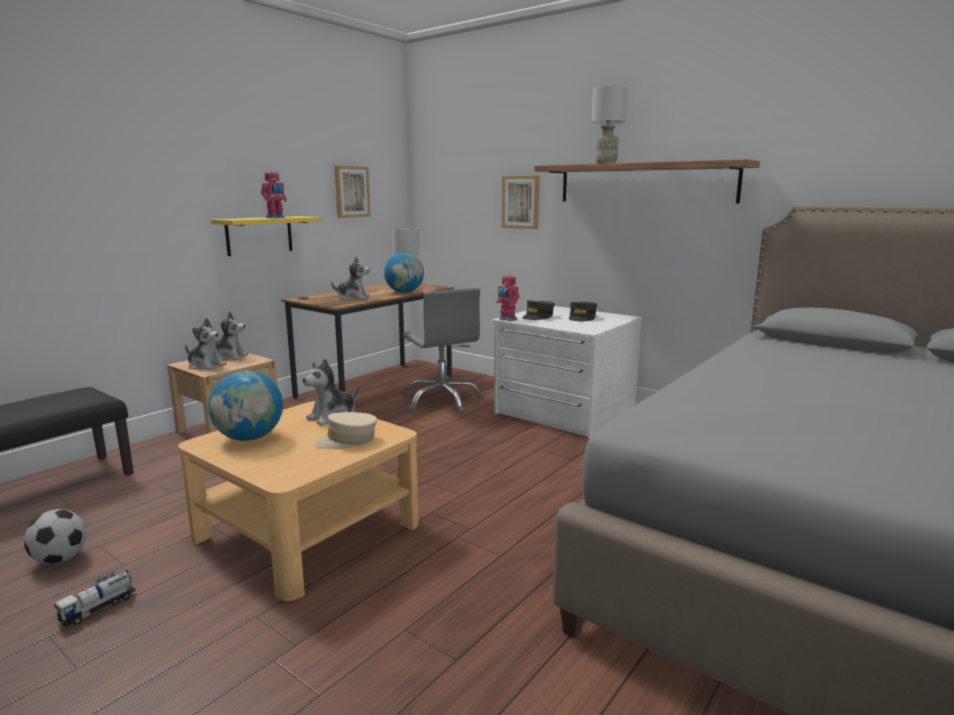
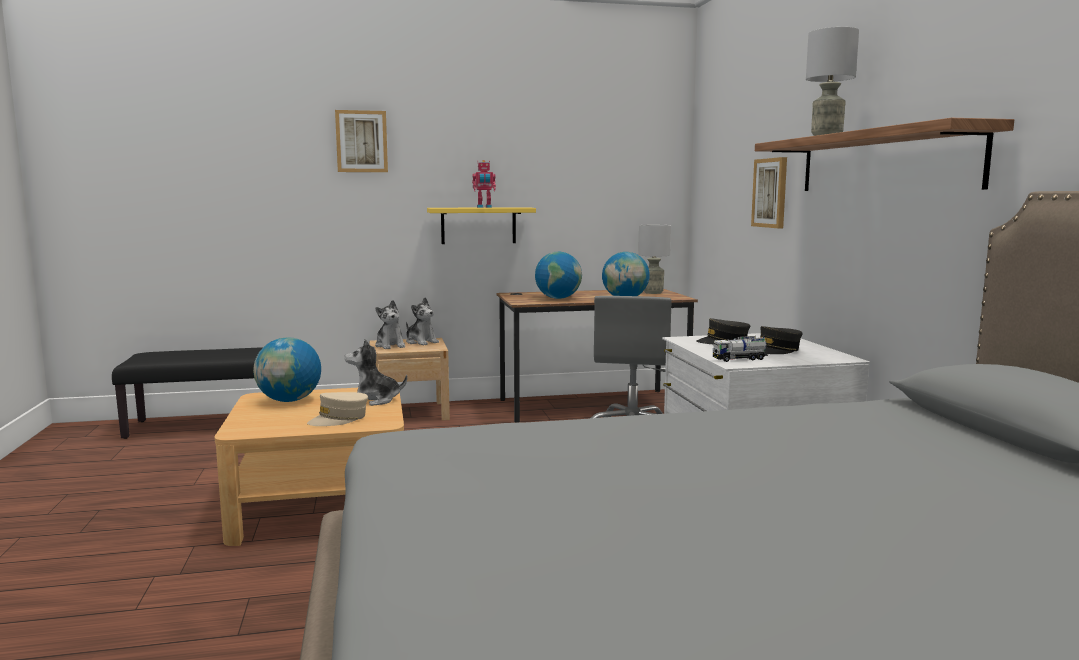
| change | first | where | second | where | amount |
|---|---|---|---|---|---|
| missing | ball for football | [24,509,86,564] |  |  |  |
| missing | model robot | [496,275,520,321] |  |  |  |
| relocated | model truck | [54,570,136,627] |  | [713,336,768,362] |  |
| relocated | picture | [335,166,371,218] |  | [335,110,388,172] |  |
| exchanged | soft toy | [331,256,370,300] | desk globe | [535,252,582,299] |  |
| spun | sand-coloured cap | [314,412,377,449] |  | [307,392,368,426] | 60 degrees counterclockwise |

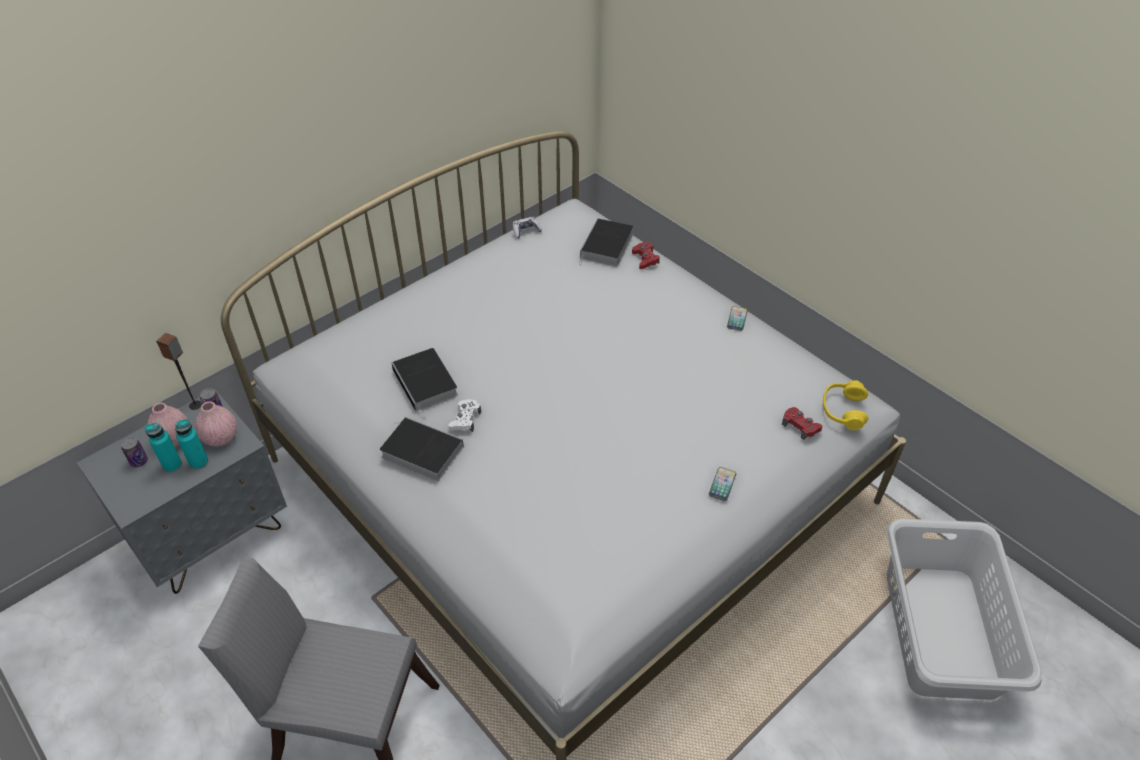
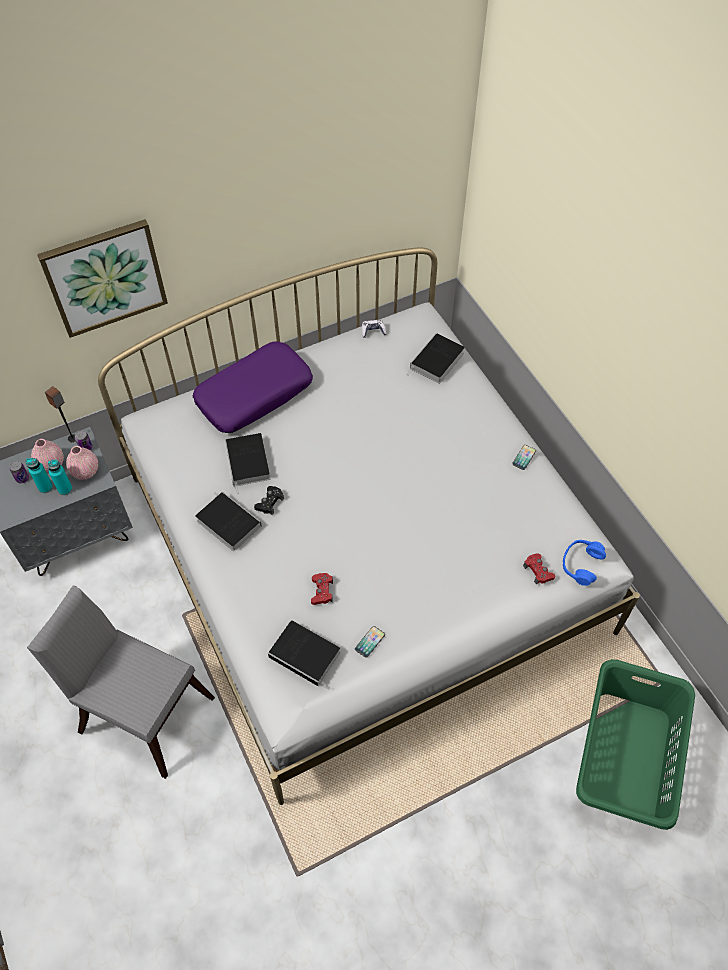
| change | first | where | second | where | amount |
|---|---|---|---|---|---|
| appeared |  |  | picture | [37,219,168,338] |  |
| appeared |  |  | purplish throw pillow | [193,341,313,433] |  |
| appeared |  |  | volume | [268,620,340,690] |  |
| relocated | reddish gamepad | [632,242,660,269] |  | [311,573,333,605] |  |
| relocated | phone | [709,467,736,501] |  | [355,626,385,658] |  |
| colour | white gamepad | [448,399,481,432] | black gamepad | [254,486,284,515] |  |
| colour | yellow-coloured headset | [823,380,869,430] | bluish headset | [563,540,606,586] |  |
| colour | greyish laundry basket | [887,519,1042,700] | green-coloured laundry basket | [576,659,695,830] |  |

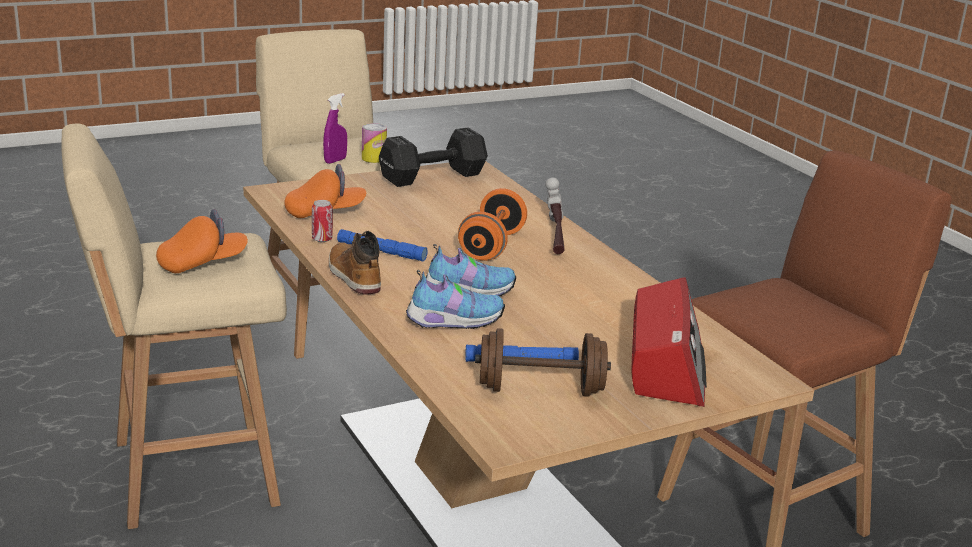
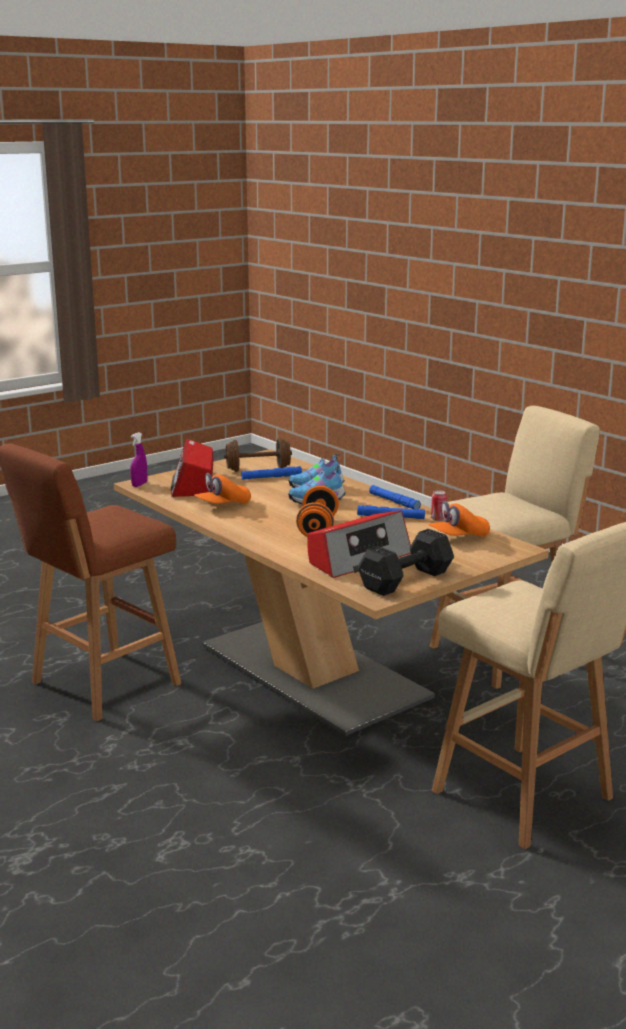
| change | first | where | second | where | amount |
|---|---|---|---|---|---|
| missing | can | [362,123,387,163] |  |  |  |
| missing | hand hammer | [545,178,565,254] |  |  |  |
| appeared |  |  | radio set | [307,511,411,578] |  |
| relocated | orange-coloured cap | [156,209,248,273] |  | [194,473,251,504] |  |
| relocated | purplish sprayer | [323,93,347,164] |  | [130,432,147,487] |  |
| exchanged | high-top boot | [329,231,381,295] | bluish hand torch | [369,485,421,510] |  |

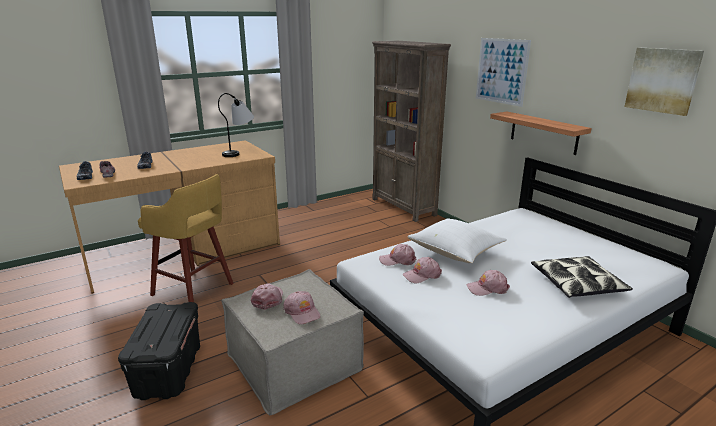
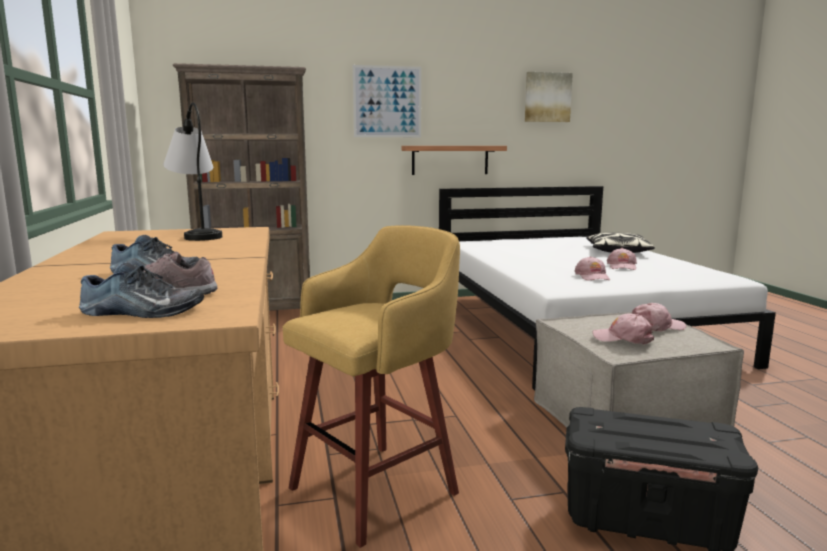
| change | first | where | second | where | amount |
|---|---|---|---|---|---|
| missing | pinkish cap | [379,244,416,266] |  |  |  |
| missing | white throw pillow | [408,218,507,263] |  |  |  |

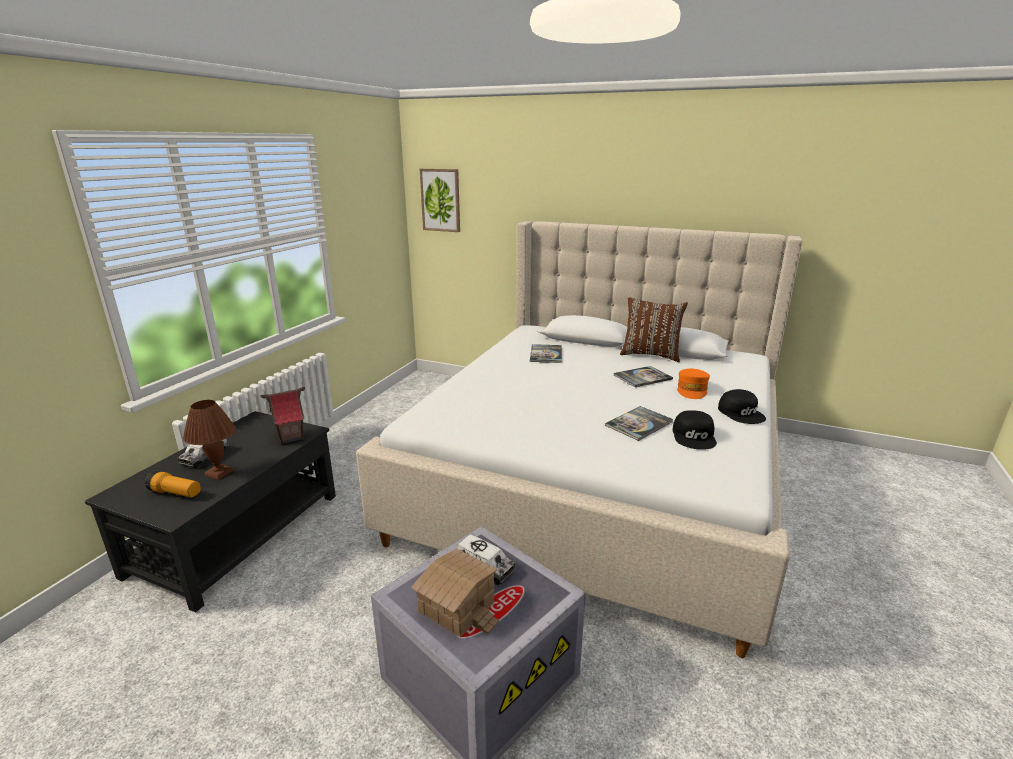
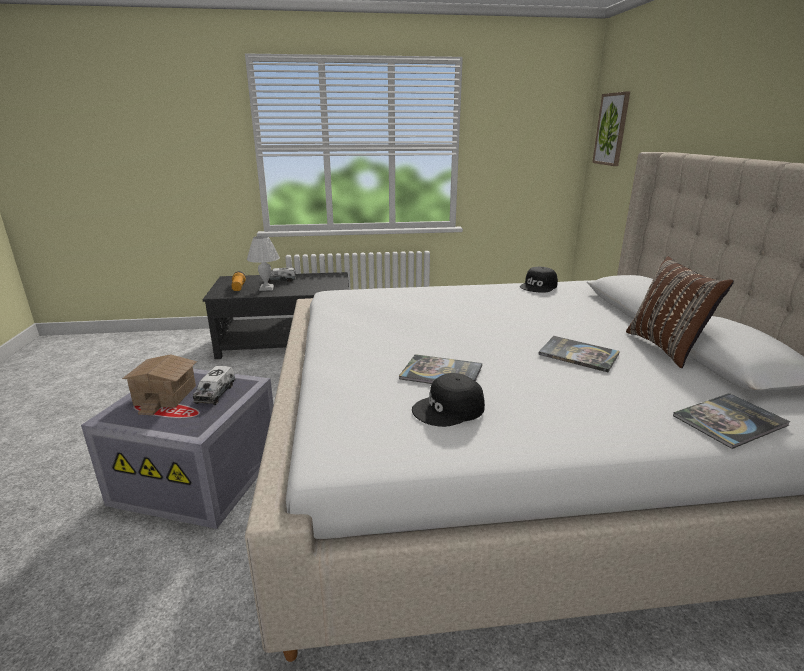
| change | first | where | second | where | amount |
|---|---|---|---|---|---|
| missing | model house | [260,387,305,444] |  |  |  |
| missing | orange-coloured cap | [677,369,710,399] |  |  |  |
| relocated | volume | [530,344,562,363] |  | [673,393,790,449] |  |
| relocated | black cap | [718,389,766,424] |  | [520,267,558,293] |  |
| colour | brown-coloured table lamp | [183,400,236,480] | white table lamp | [247,236,280,291] |  |

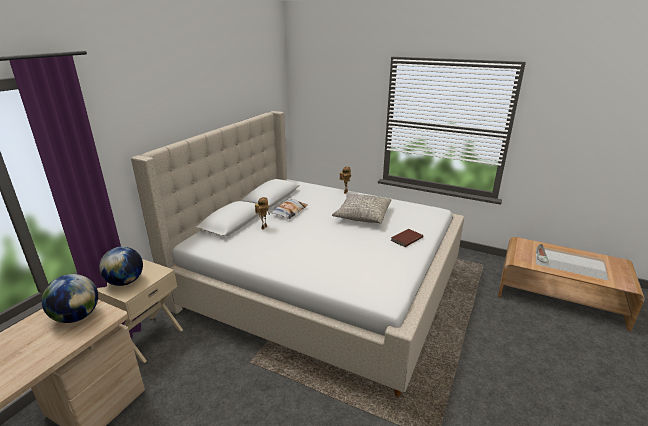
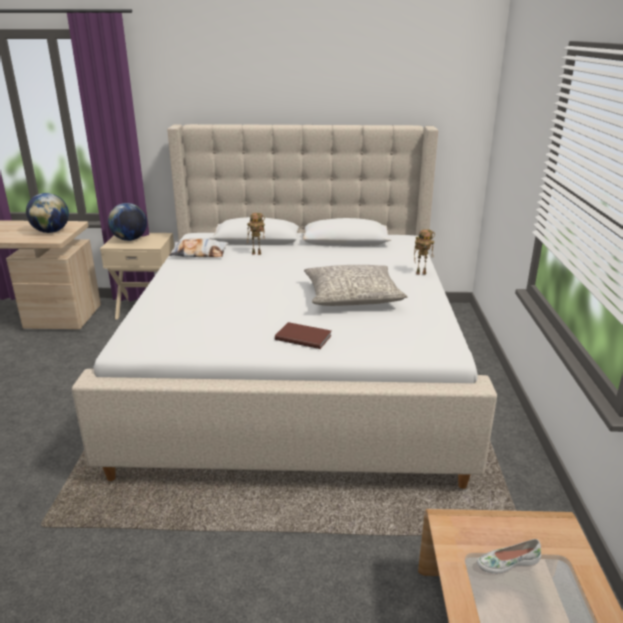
| change | first | where | second | where | amount |
|---|---|---|---|---|---|
| relocated | throw pillow | [270,199,308,219] |  | [169,239,229,257] |  |

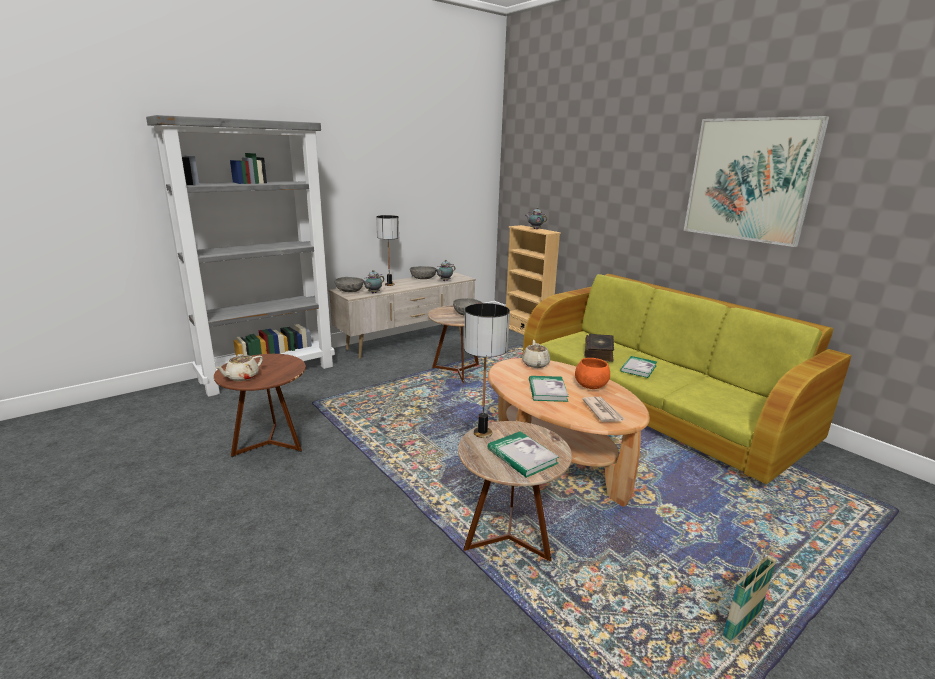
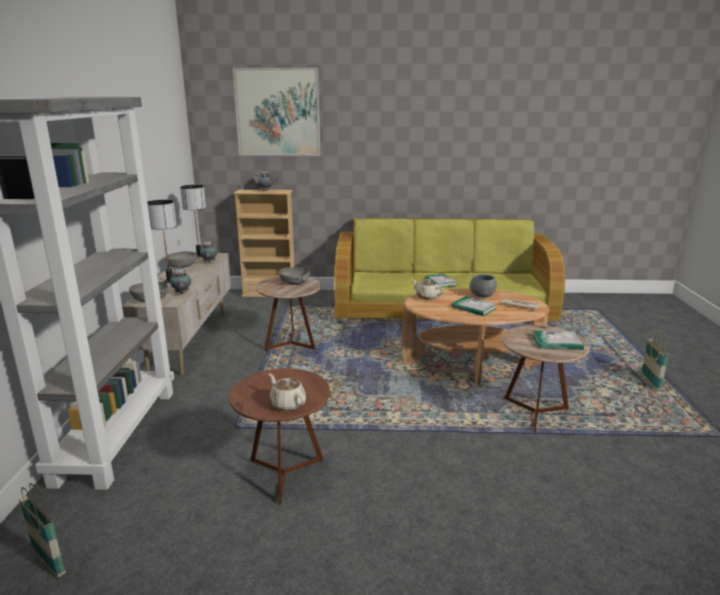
| change | first | where | second | where | amount |
|---|---|---|---|---|---|
| missing | volume | [584,334,614,362] |  |  |  |
| appeared |  |  | storage basket | [19,483,66,578] |  |
| relocated | table lamp | [464,303,510,438] |  | [180,185,206,257] |  |
| relocated | picture | [684,116,830,247] |  | [233,68,320,156] |  |
| colour | orange-coloured serving bowl | [575,358,610,389] | greyish serving bowl | [470,274,497,298] |  |
| spun | sand-coloured pot for tea | [215,354,263,381] |  | [269,374,306,411] | 150 degrees clockwise |

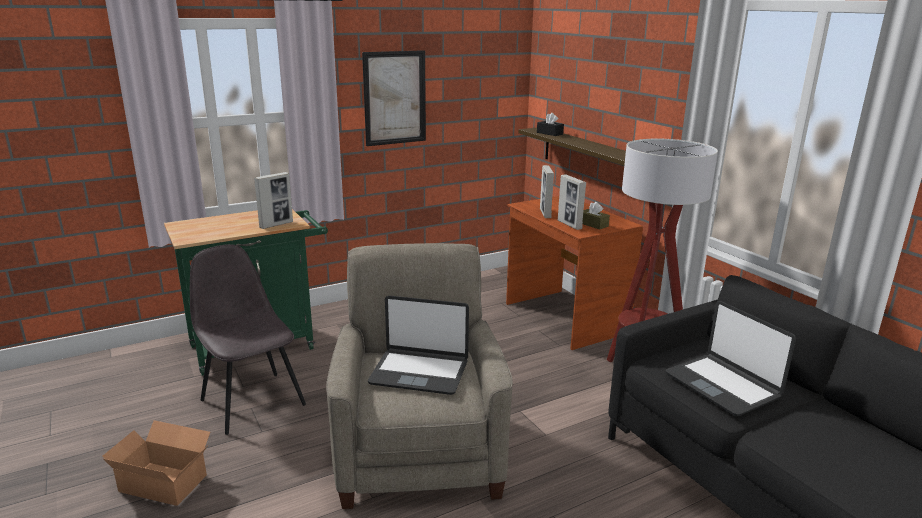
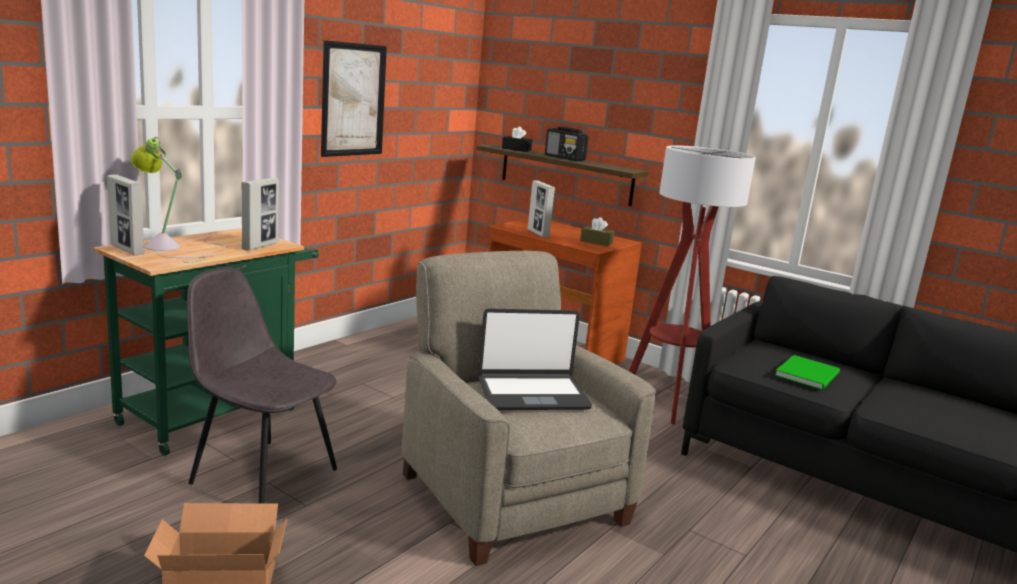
| change | first | where | second | where | amount |
|---|---|---|---|---|---|
| appeared |  |  | table lamp | [130,137,227,263] |  |
| appeared |  |  | radio set | [545,126,589,161] |  |
| relocated | photo frame | [558,174,586,230] |  | [107,175,145,255] |  |
| exchanged | laptop | [665,301,796,416] | green-coloured volume | [775,355,840,390] |  |

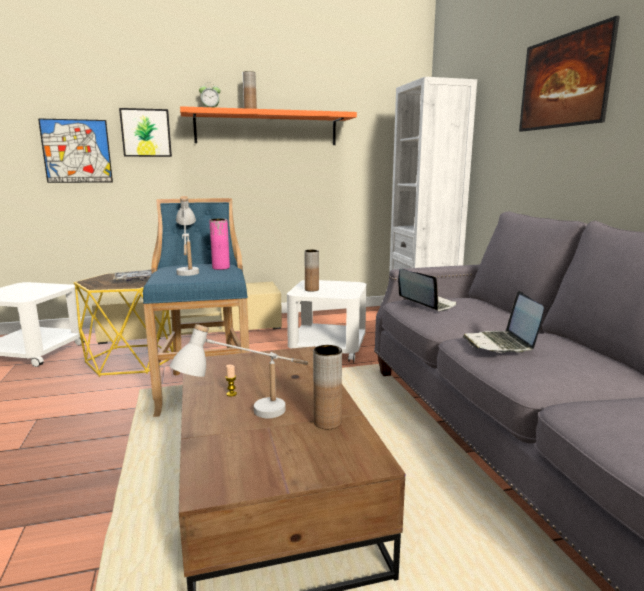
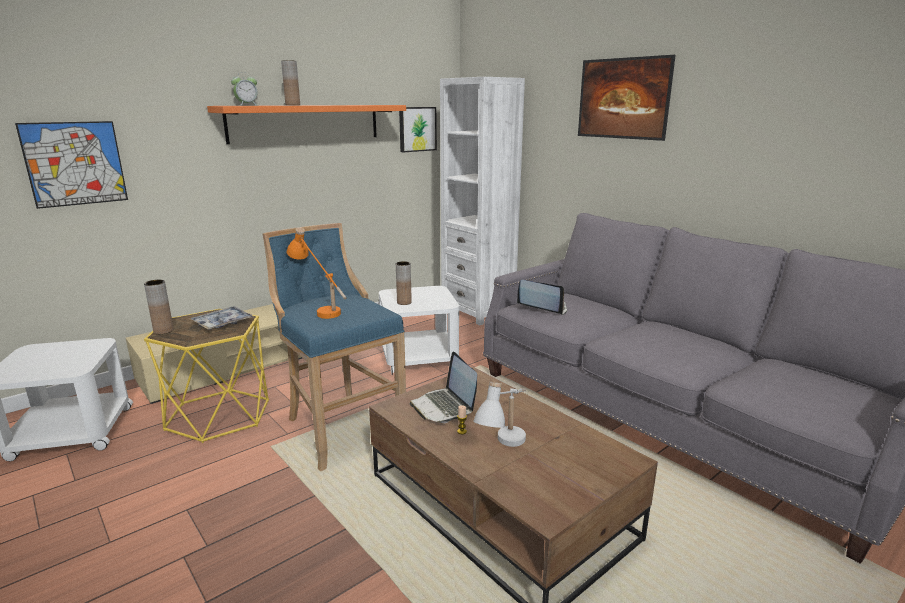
| change | first | where | second | where | amount |
|---|---|---|---|---|---|
| missing | pinkish vase | [209,219,230,270] |  |  |  |
| relocated | picture | [119,108,172,157] |  | [399,107,437,152] |  |
| relocated | brown-coloured vase | [313,345,342,429] |  | [144,280,174,334] |  |
| relocated | laptop | [463,291,544,353] |  | [410,352,477,423] |  |
| colour | white table lamp | [176,196,199,276] | orange-coloured table lamp | [287,227,347,319] |  |

